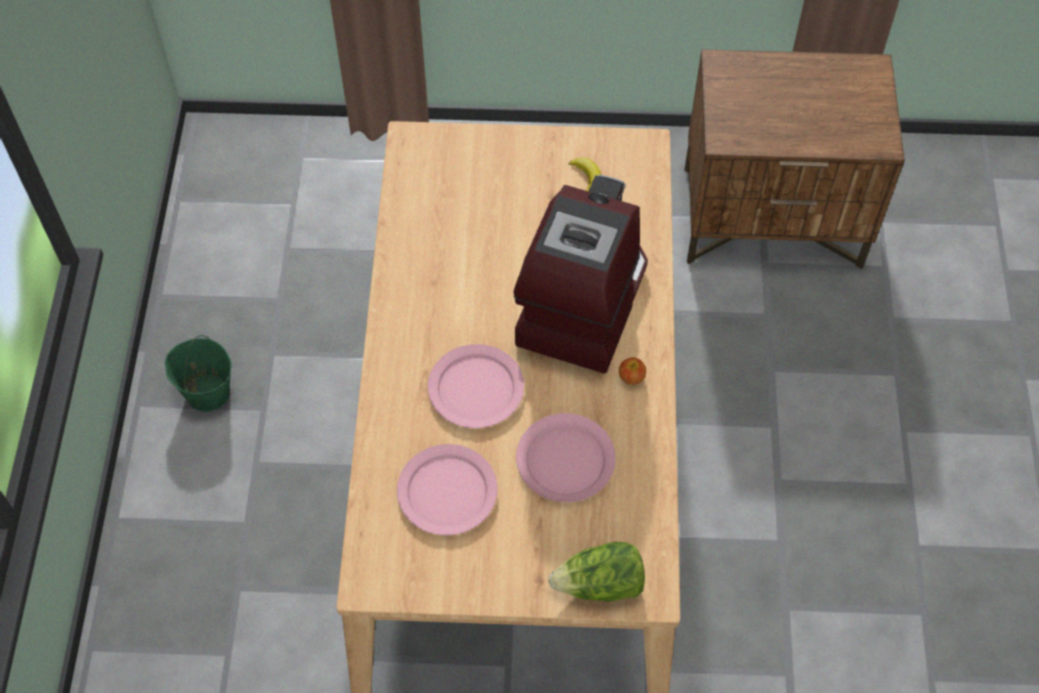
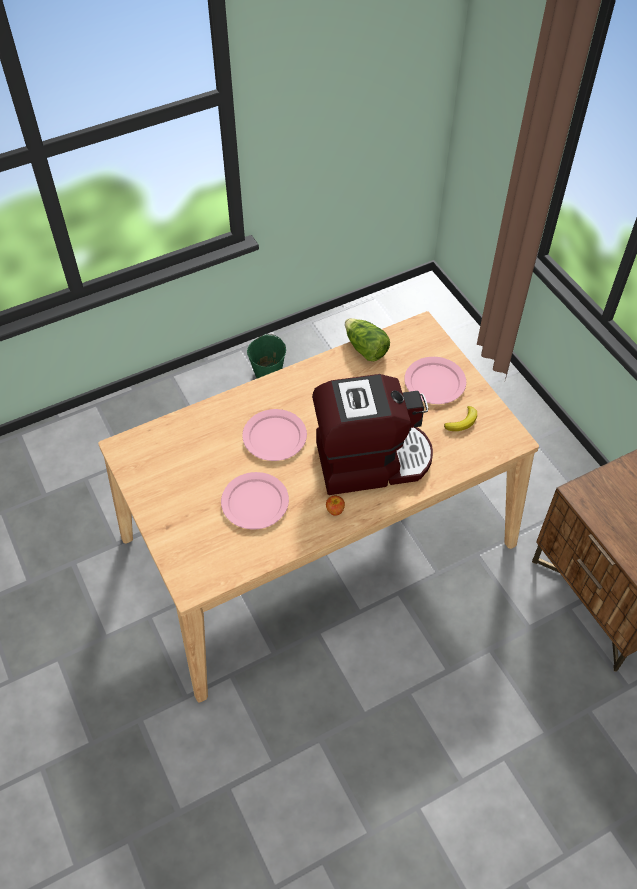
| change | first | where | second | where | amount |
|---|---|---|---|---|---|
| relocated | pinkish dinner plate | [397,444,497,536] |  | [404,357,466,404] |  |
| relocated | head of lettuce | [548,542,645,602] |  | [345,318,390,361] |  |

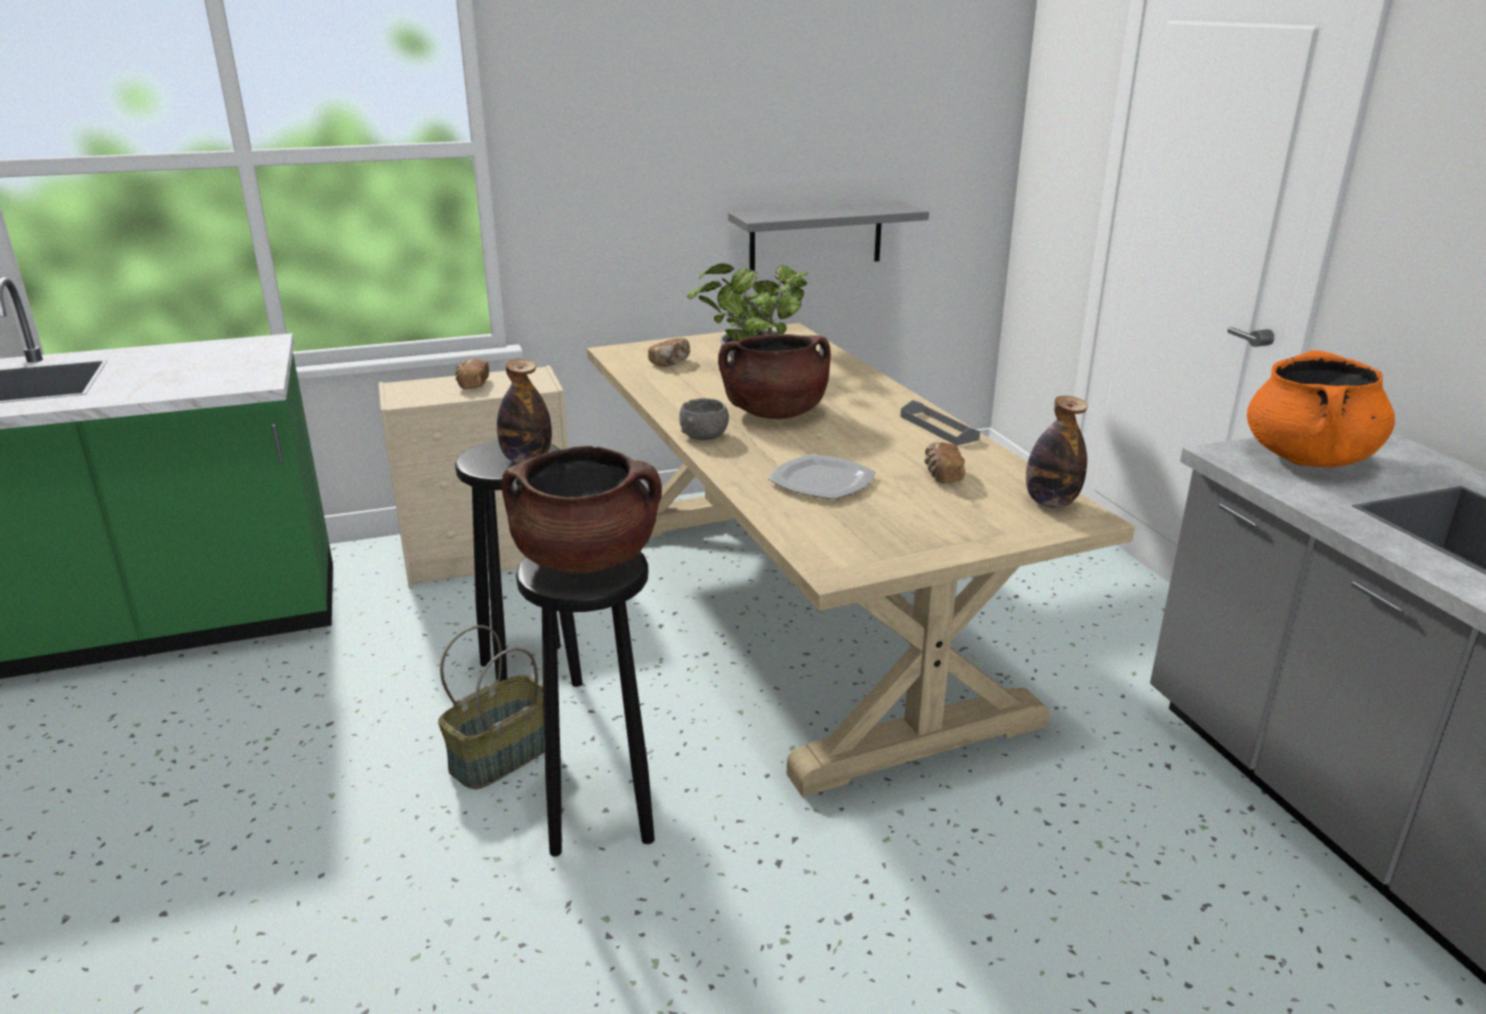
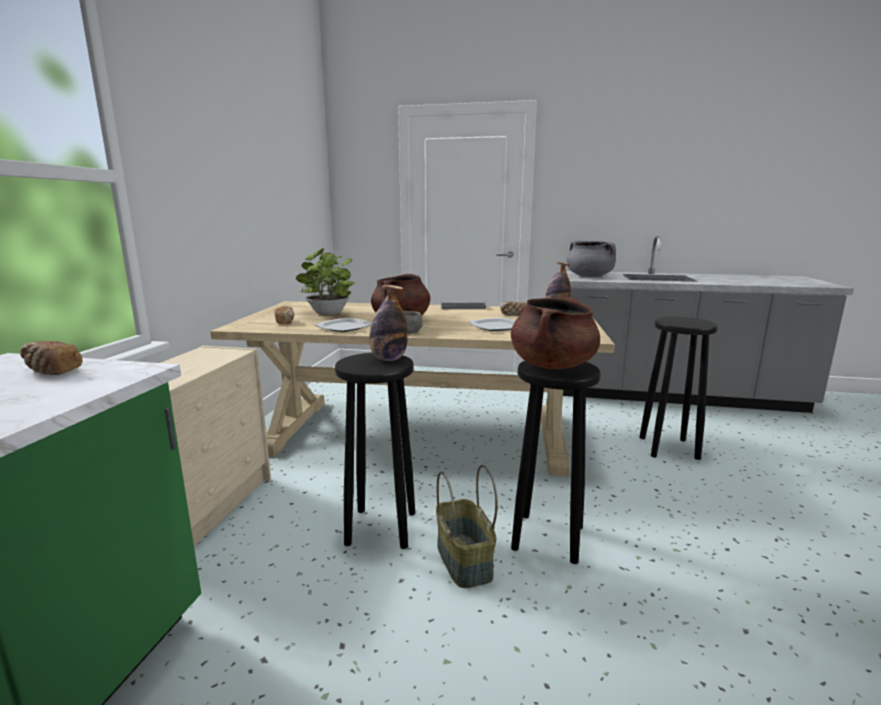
| change | first | where | second | where | amount |
|---|---|---|---|---|---|
| missing | greyish shelf | [728,201,929,271] |  |  |  |
| appeared |  |  | dinner plate | [315,318,372,332] |  |
| appeared |  |  | black sitting stool | [639,317,718,460] |  |
| relocated | baked bread | [455,359,489,390] |  | [20,341,83,375] |  |
| colour | orange-coloured cooking pot | [1247,350,1395,467] | greyish cooking pot | [566,241,616,277] |  |

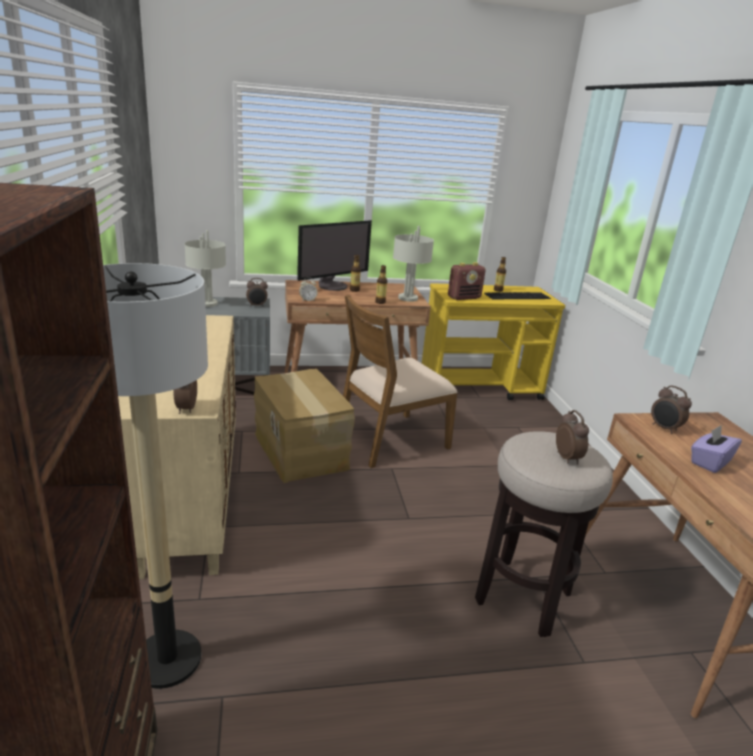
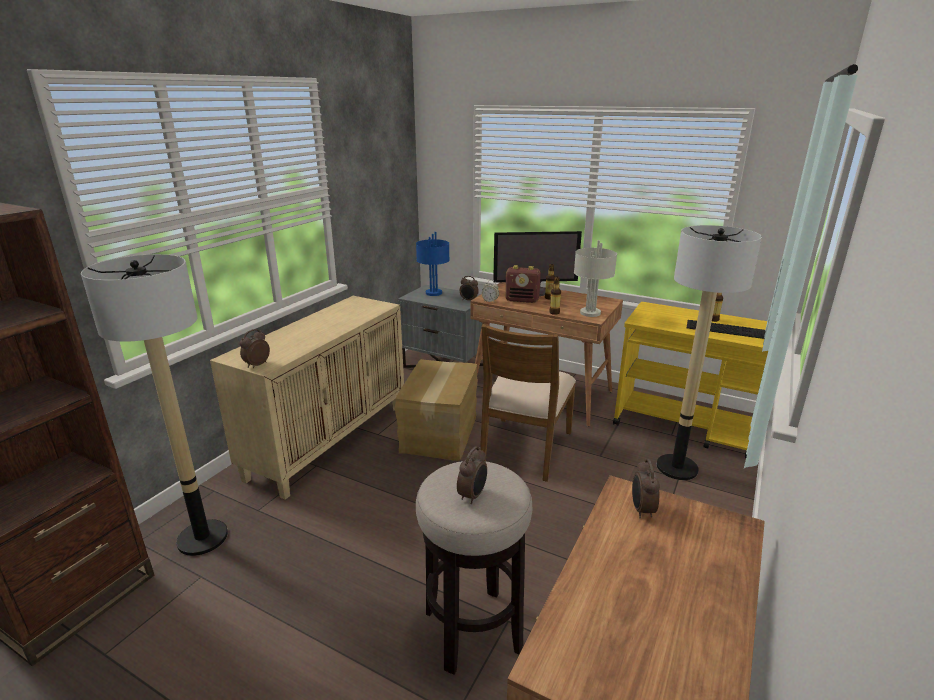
| change | first | where | second | where | amount |
|---|---|---|---|---|---|
| missing | purplish tissue holder | [691,425,742,473] |  |  |  |
| appeared |  |  | floor lamp | [657,225,762,480] |  |
| relocated | radio set | [448,262,486,300] |  | [505,265,541,303] |  |
| colour | greyish table lamp | [184,230,226,307] | bluish table lamp | [416,232,450,296] |  |
| spun | brown-coloured plain chair | [343,295,458,468] |  | [480,324,576,482] | 75 degrees counterclockwise |

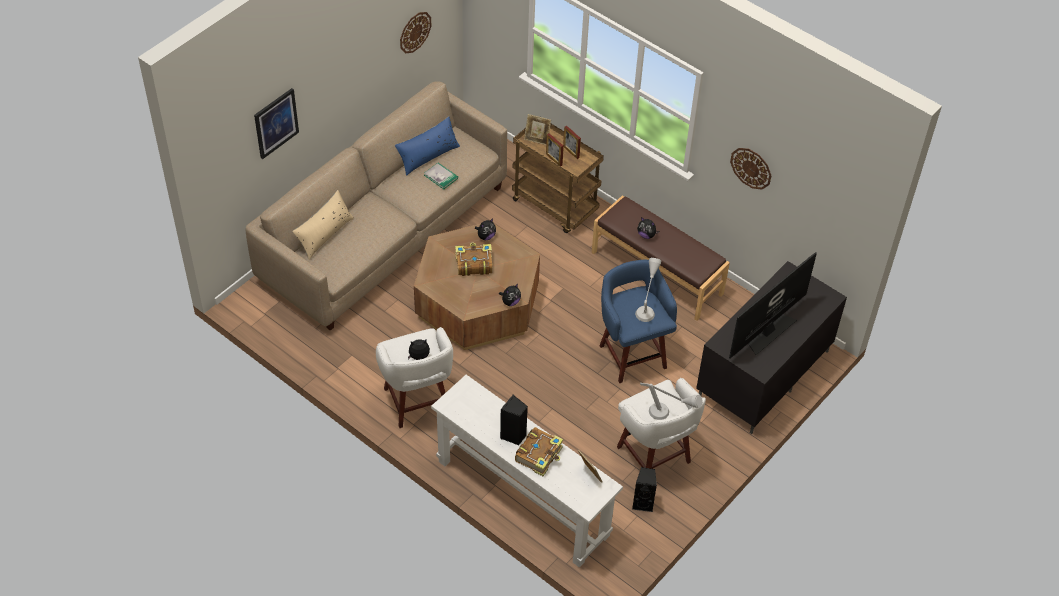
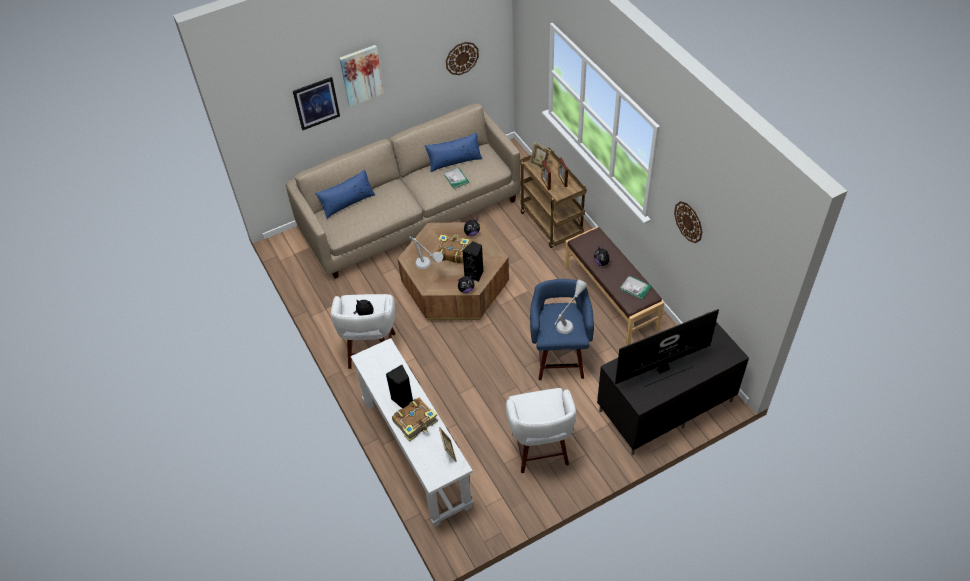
| change | first | where | second | where | amount |
|---|---|---|---|---|---|
| appeared |  |  | picture | [339,45,384,107] |  |
| appeared |  |  | volume | [621,275,651,300] |  |
| relocated | black audio speaker | [632,467,657,512] |  | [463,241,483,282] |  |
| relocated | greyish table lamp | [640,383,703,420] |  | [409,236,443,269] |  |
| colour | sand-coloured throw pillow | [292,190,354,260] | bluish throw pillow | [315,170,375,219] |  |

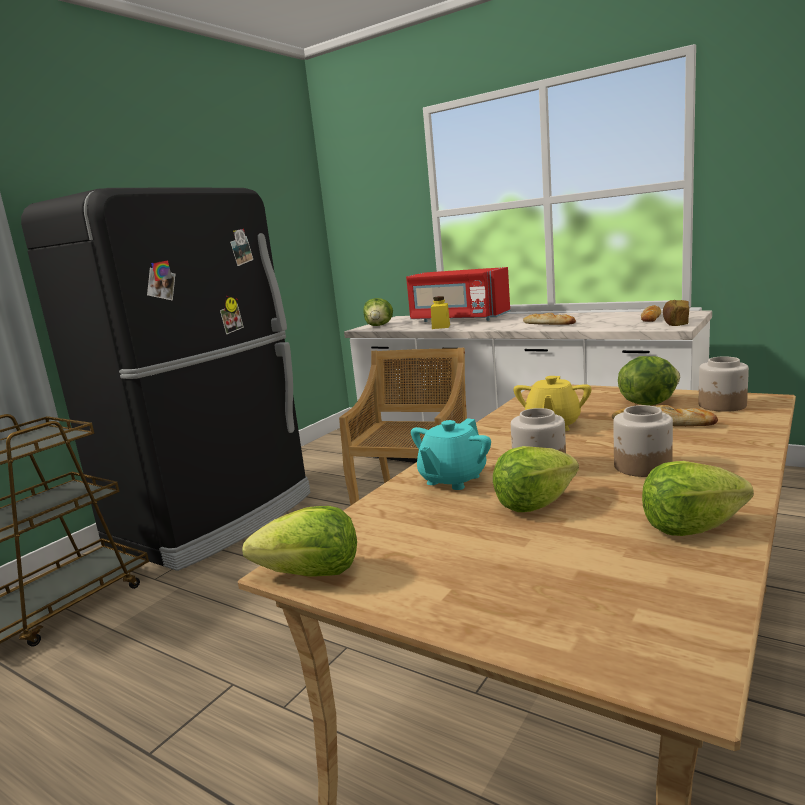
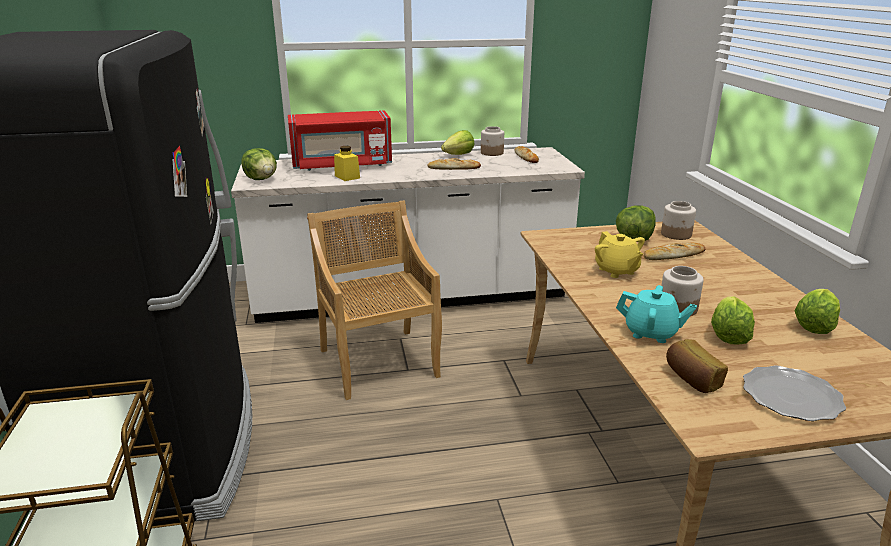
| change | first | where | second | where | amount |
|---|---|---|---|---|---|
| appeared |  |  | dinner plate | [743,366,846,421] |  |
| relocated | head of lettuce | [242,506,357,577] |  | [441,130,474,155] |  |
| relocated | storage jar | [613,405,673,477] |  | [481,126,504,156] |  |
| relocated | baked bread | [663,300,689,326] |  | [666,339,728,393] |  |
| spun | turquoise pot for tea | [411,418,491,490] |  | [616,285,697,343] | 60 degrees counterclockwise |

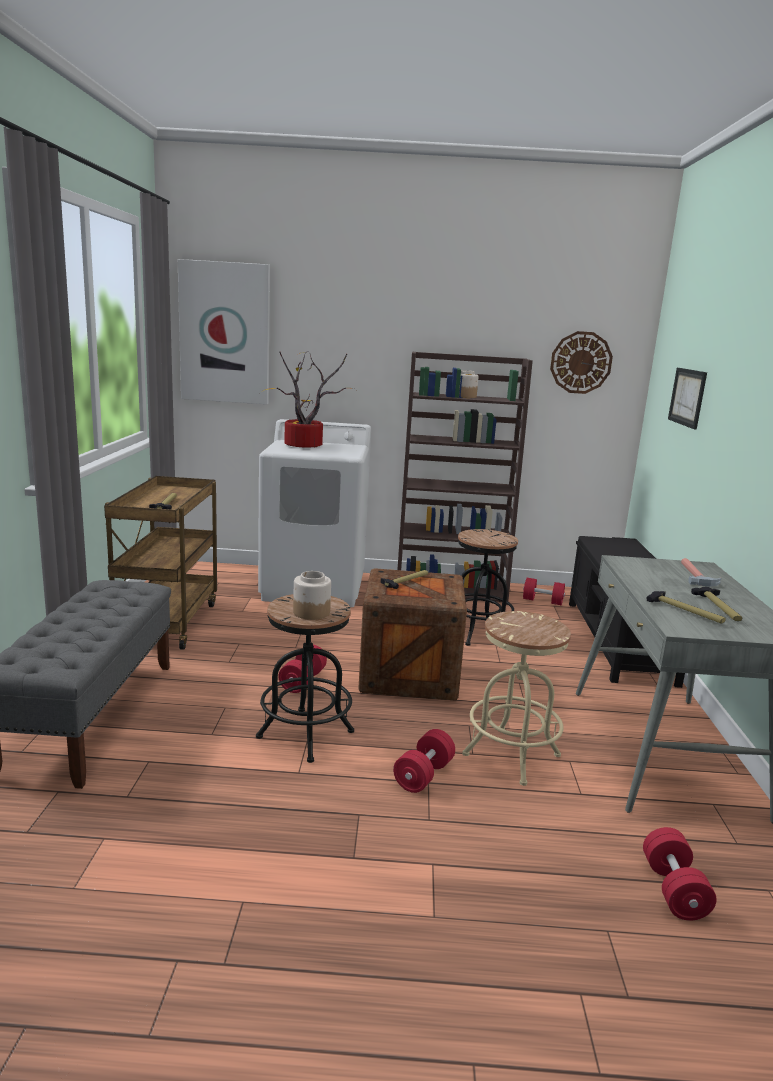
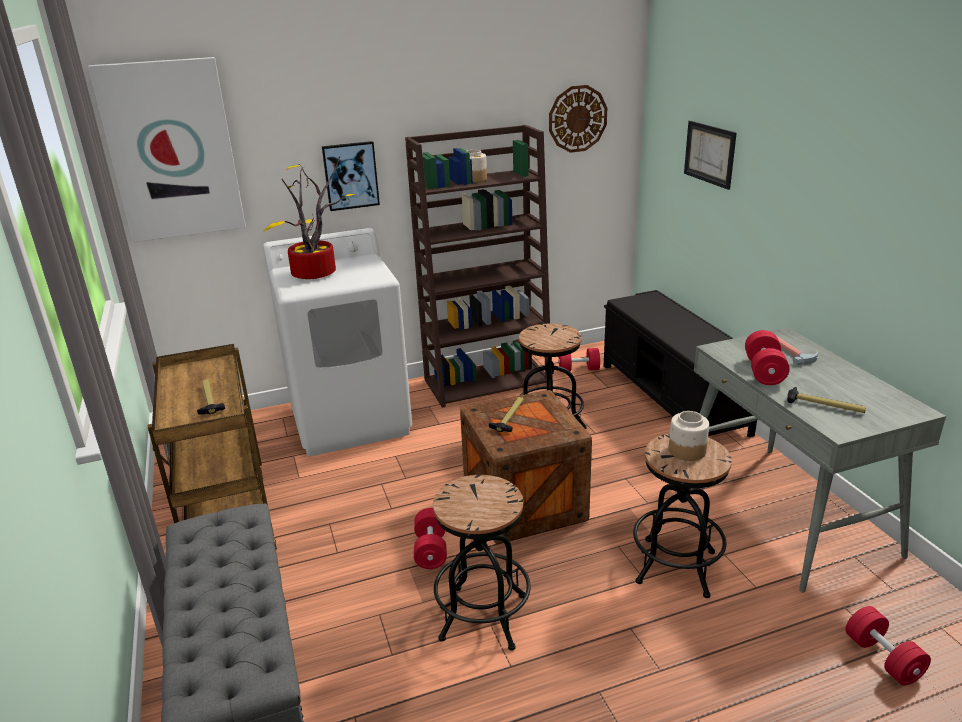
| change | first | where | second | where | amount |
|---|---|---|---|---|---|
| missing | hand hammer | [691,587,742,621] |  |  |  |
| appeared |  |  | picture | [322,141,380,211] |  |
| relocated | storage jar | [293,571,331,620] |  | [669,411,709,461] |  |
| relocated | reddish dumbbell | [393,729,455,793] |  | [745,330,790,385] |  |
| colour | sand-coloured sitting stool | [462,611,571,786] | black sitting stool | [633,433,732,598] |  |

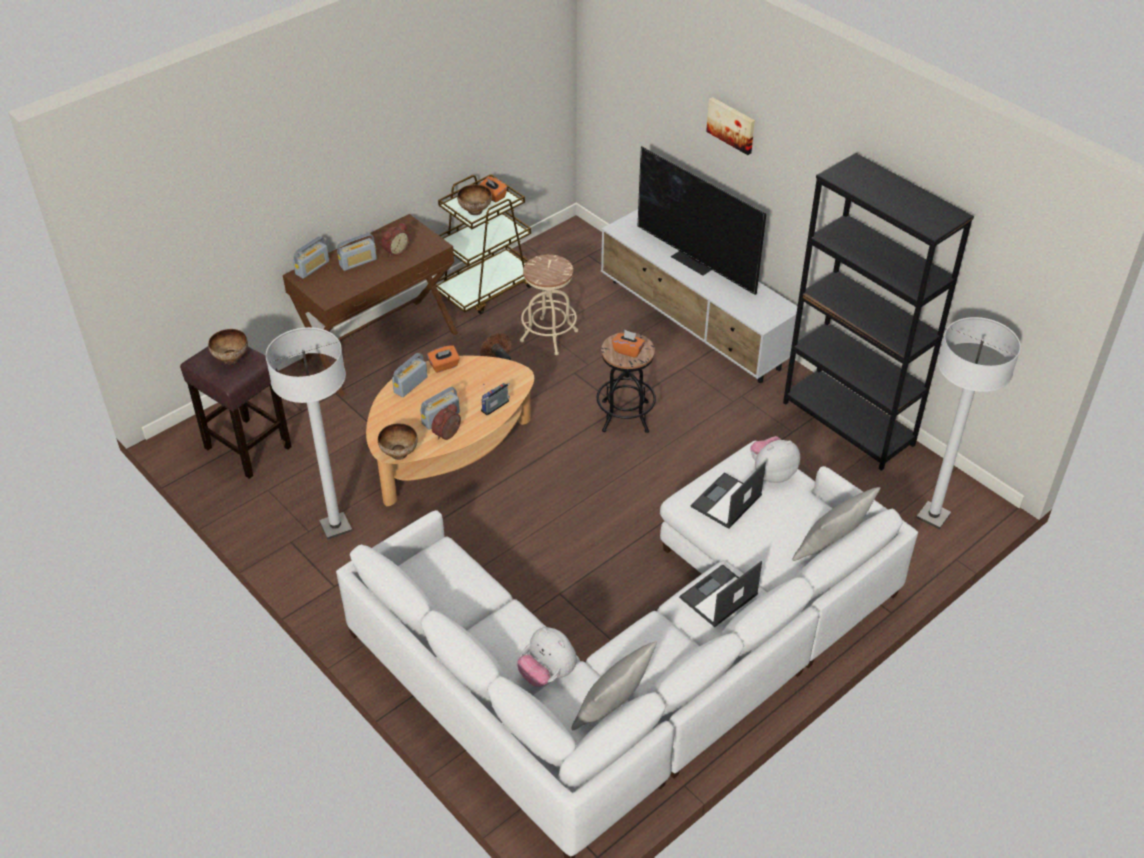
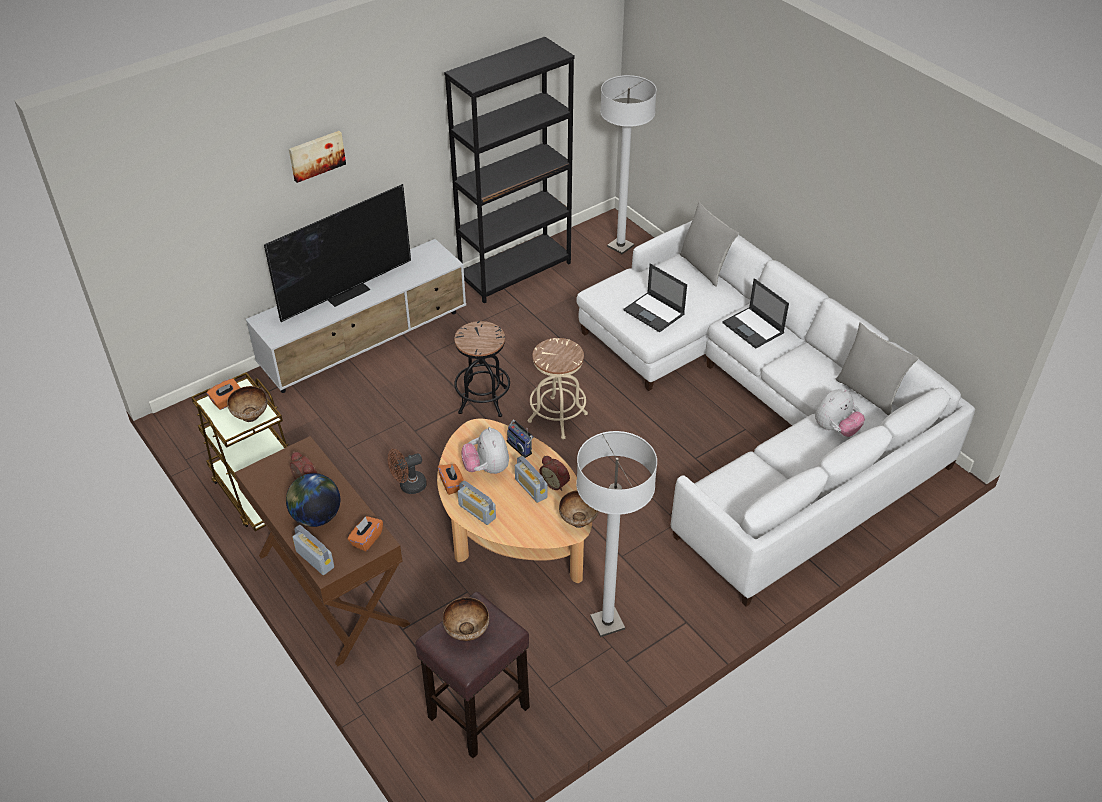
| change | first | where | second | where | amount |
|---|---|---|---|---|---|
| relocated | sand-coloured sitting stool | [520,255,578,355] |  | [528,338,588,439] |  |
| relocated | orange-coloured tissue holder | [612,330,645,358] |  | [347,516,383,552] |  |
| relocated | soft toy | [750,436,800,483] |  | [461,427,509,474] |  |
| exchanged | radio set | [337,233,377,271] | desk globe | [286,473,340,527] |  |

